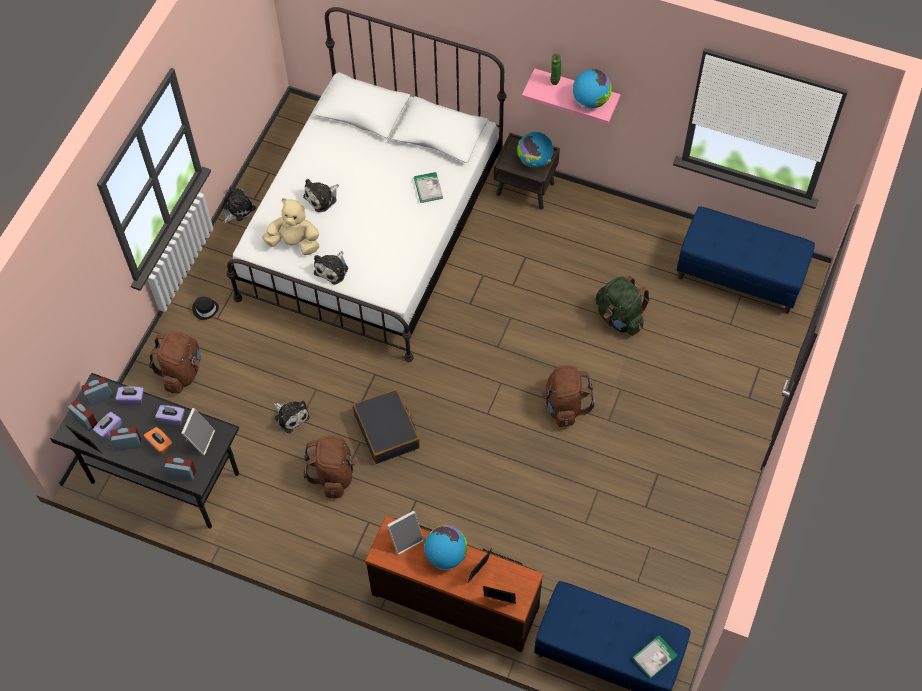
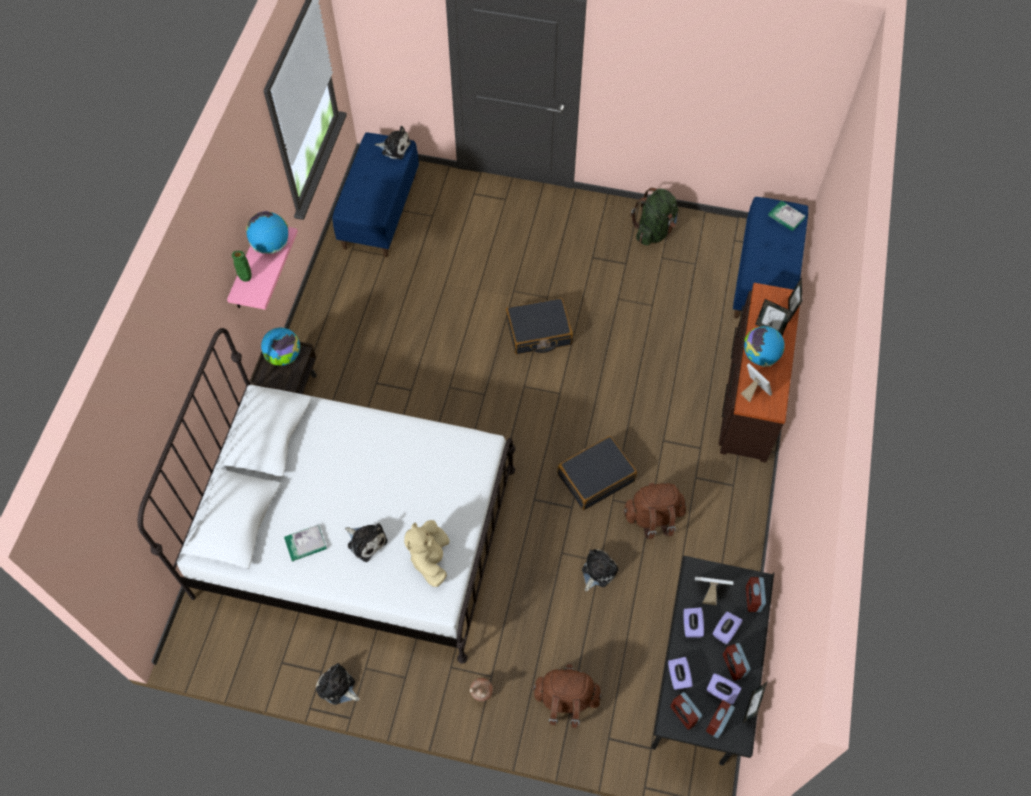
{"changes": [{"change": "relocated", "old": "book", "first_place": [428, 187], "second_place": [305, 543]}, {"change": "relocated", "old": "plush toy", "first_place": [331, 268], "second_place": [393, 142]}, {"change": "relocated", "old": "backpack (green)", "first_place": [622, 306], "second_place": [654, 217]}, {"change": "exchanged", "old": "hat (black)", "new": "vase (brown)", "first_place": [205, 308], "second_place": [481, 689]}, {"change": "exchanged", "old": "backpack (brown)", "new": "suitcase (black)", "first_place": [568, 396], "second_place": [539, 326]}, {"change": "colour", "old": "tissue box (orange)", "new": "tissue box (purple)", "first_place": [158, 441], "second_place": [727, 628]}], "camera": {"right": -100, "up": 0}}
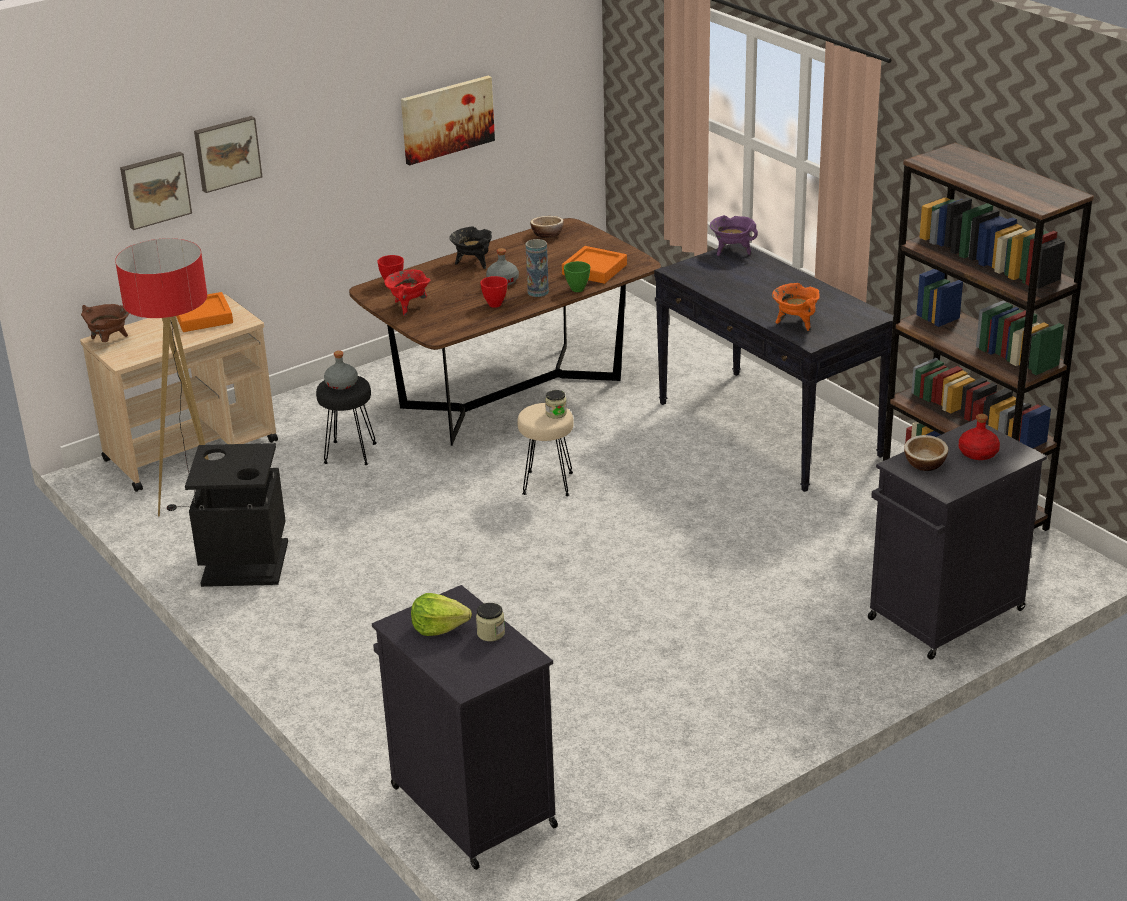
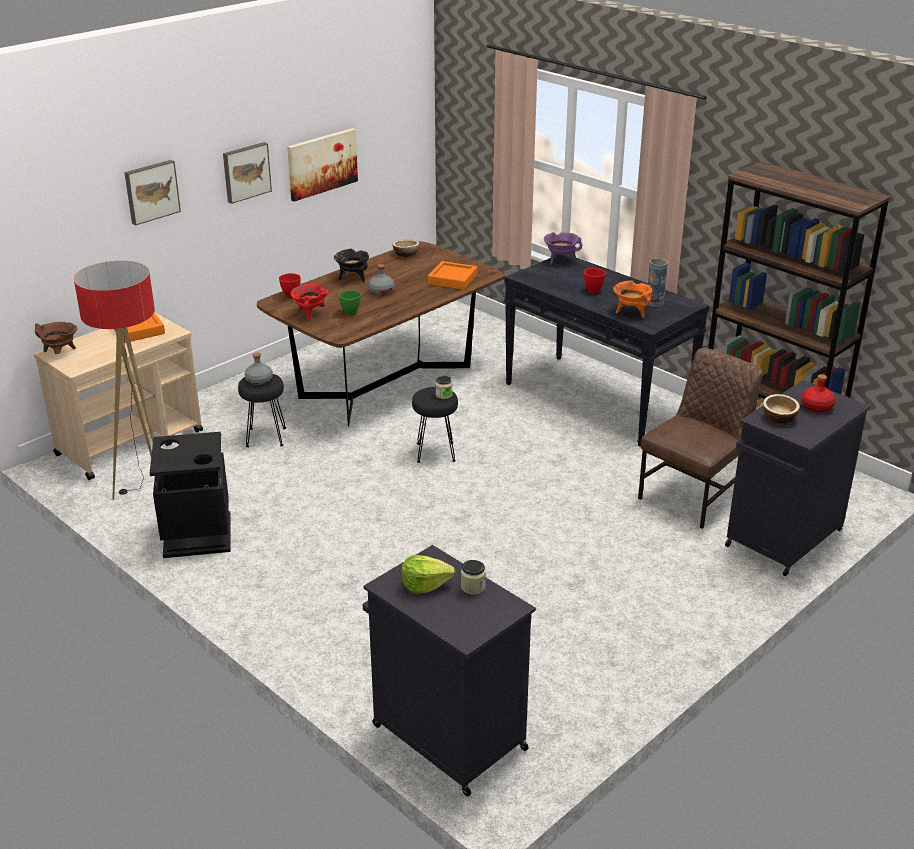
{"changes": [{"change": "relocated", "old": "picture", "first_place": [156, 191], "second_place": [247, 173]}, {"change": "relocated", "old": "vase", "first_place": [537, 268], "second_place": [657, 282]}, {"change": "relocated", "old": "bowl (green)", "first_place": [577, 276], "second_place": [350, 303]}, {"change": "relocated", "old": "bowl (red)", "first_place": [493, 292], "second_place": [595, 280]}, {"change": "colour", "old": "stool (beige)", "new": "stool (black)", "first_place": [545, 449], "second_place": [435, 425]}, {"change": "appeared", "new": "chair (brown)", "second_place": [700, 438]}], "camera": {"right": -10, "up": 0}}
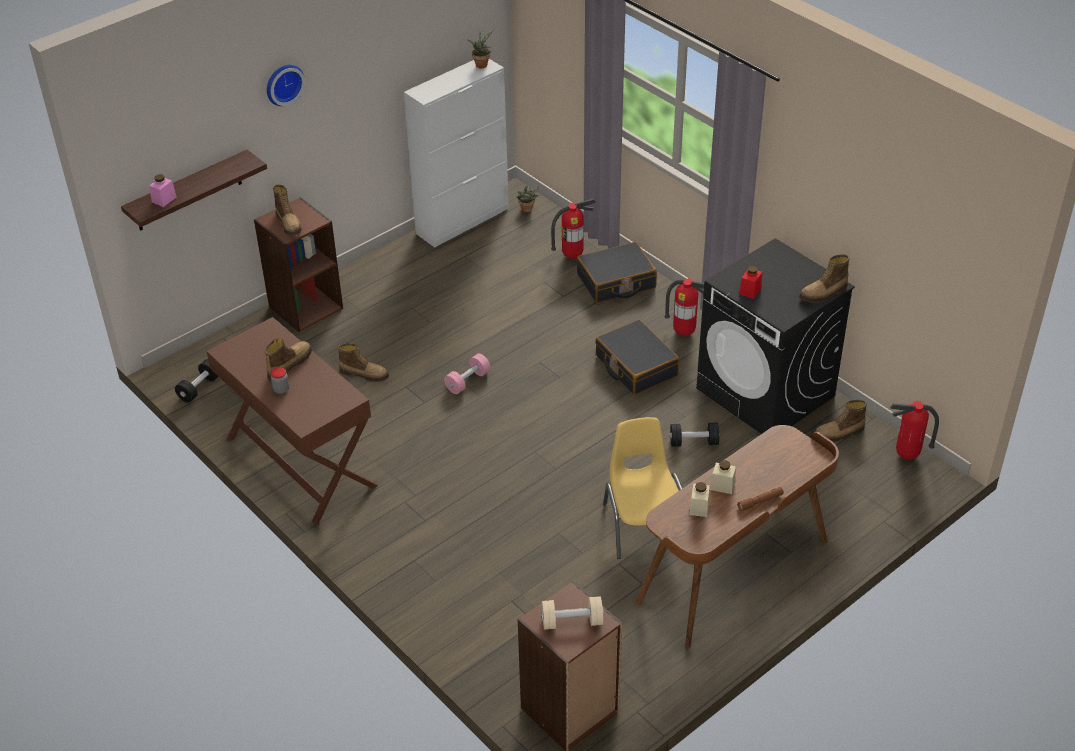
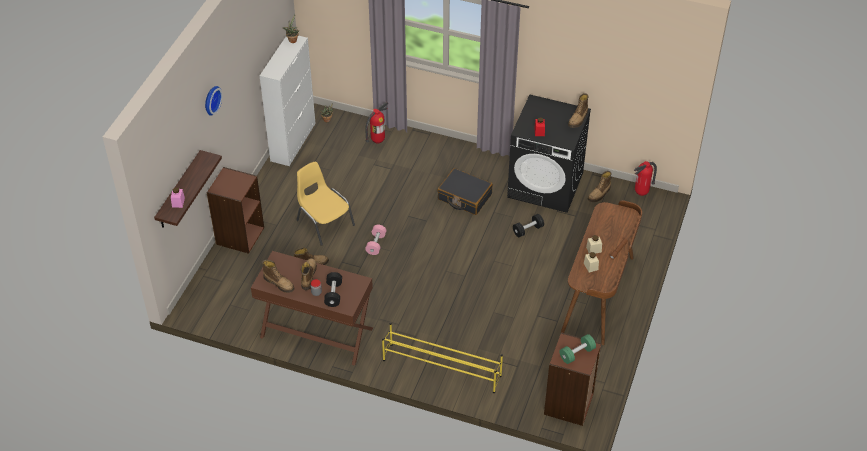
{"changes": [{"change": "relocated", "old": "boot", "first_place": [287, 210], "second_place": [278, 276]}, {"change": "missing", "old": "suitcase (black)", "first_place": [617, 272]}, {"change": "missing", "old": "fire extinguisher", "first_place": [684, 307]}, {"change": "relocated", "old": "dumbbell (black)", "first_place": [196, 381], "second_place": [333, 289]}, {"change": "relocated", "old": "chair (yellow)", "first_place": [642, 488], "second_place": [326, 203]}, {"change": "colour", "old": "dumbbell (beige)", "new": "dumbbell (green)", "first_place": [572, 613], "second_place": [578, 349]}, {"change": "appeared", "new": "shoe rack (yellow)", "second_place": [442, 358]}], "camera": {"right": -30, "up": 5}}
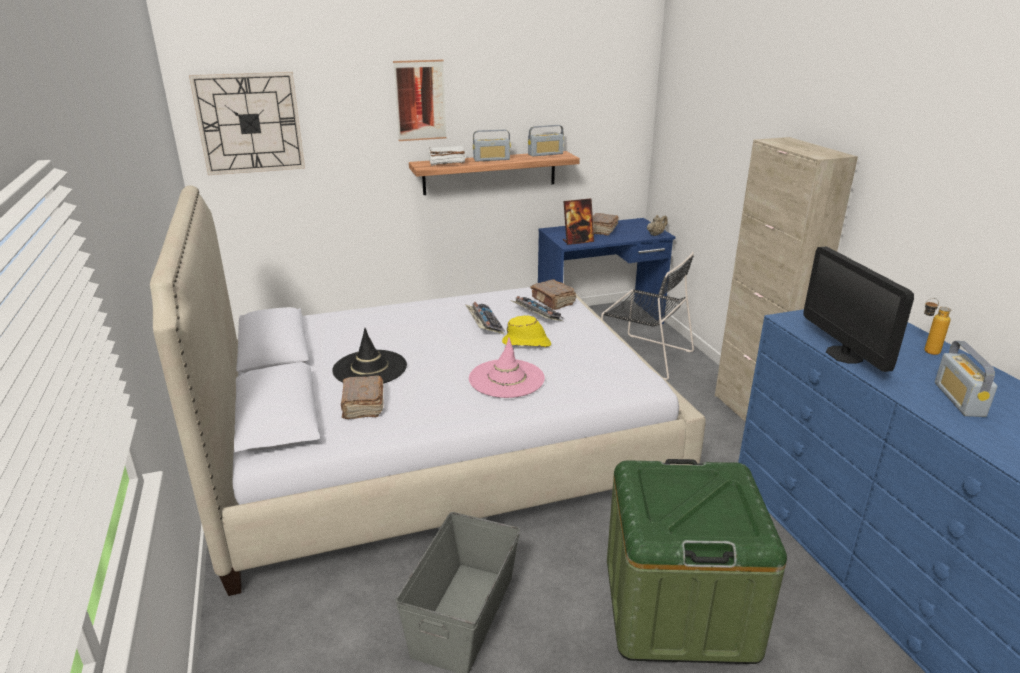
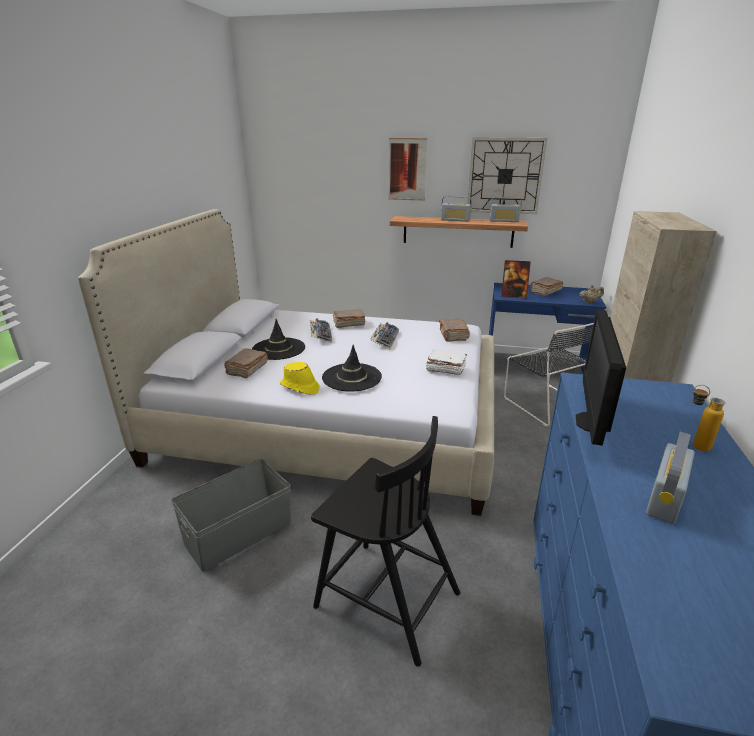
{"changes": [{"change": "relocated", "old": "wall clock", "first_place": [247, 123], "second_place": [507, 175]}, {"change": "relocated", "old": "book (white)", "first_place": [447, 156], "second_place": [446, 362]}, {"change": "relocated", "old": "keyboard", "first_place": [536, 308], "second_place": [321, 330]}, {"change": "relocated", "old": "hat (yellow)", "first_place": [526, 331], "second_place": [299, 378]}, {"change": "colour", "old": "hat (pink)", "new": "hat (black)", "first_place": [507, 368], "second_place": [352, 368]}, {"change": "exchanged", "old": "storage box (green)", "new": "chair (black)", "first_place": [697, 561], "second_place": [385, 541]}, {"change": "appeared", "new": "book (brown)", "second_place": [349, 318]}], "camera": {"right": 30, "up": 0}}
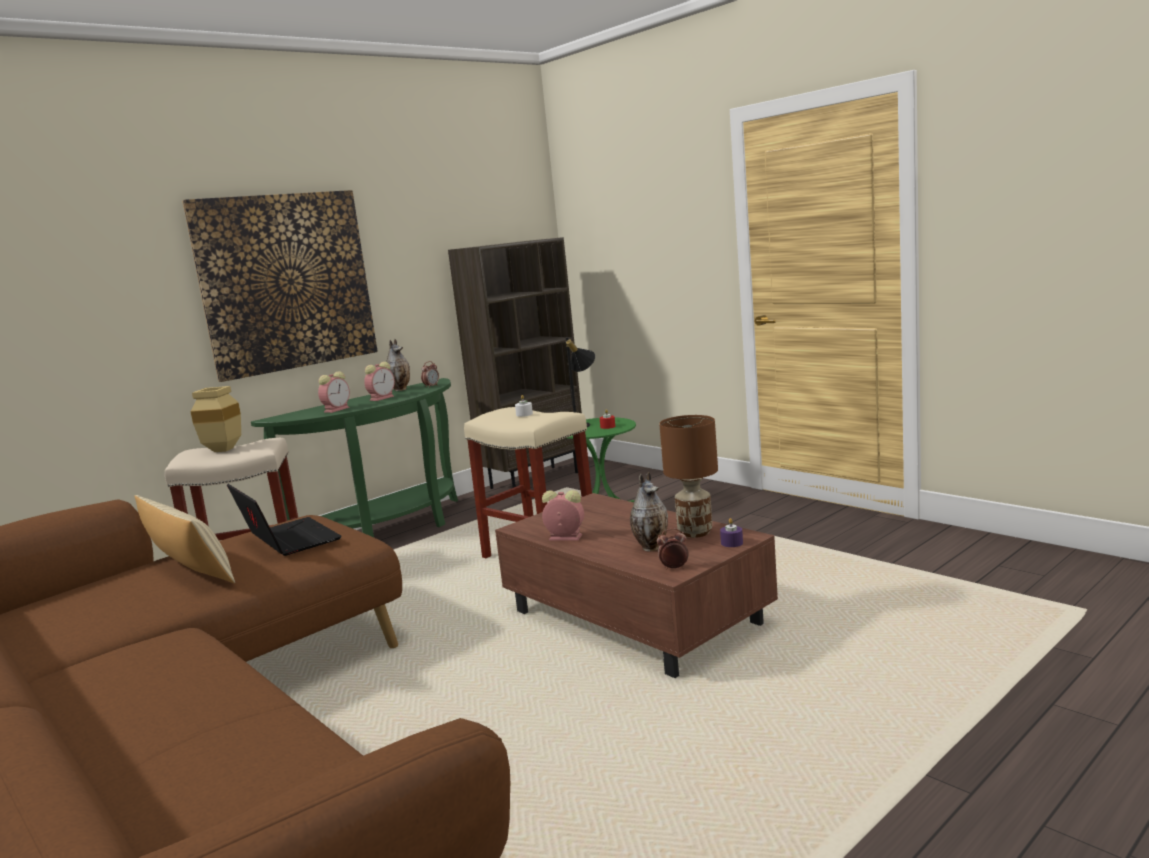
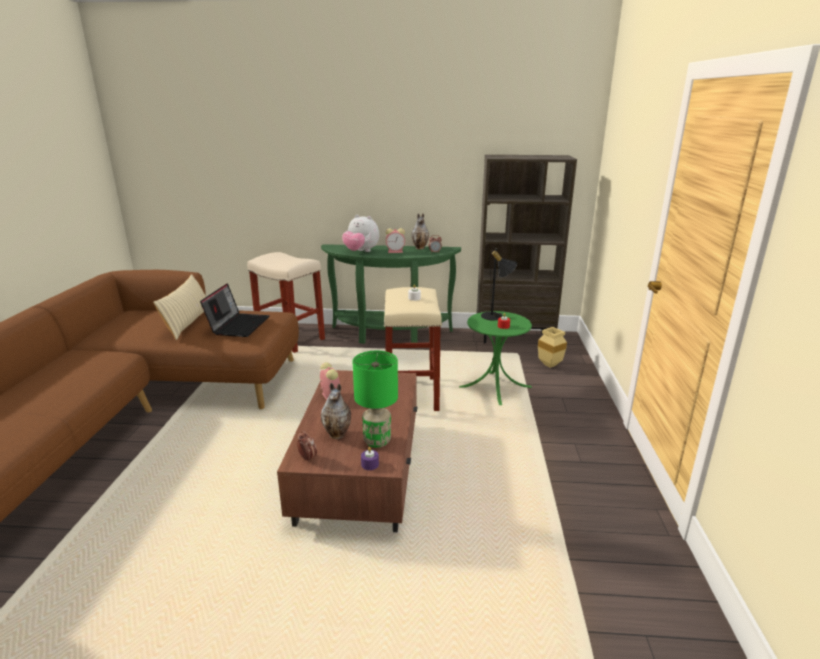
{"changes": [{"change": "missing", "old": "picture", "first_place": [280, 286]}, {"change": "exchanged", "old": "alarm clock", "new": "plush toy", "first_place": [334, 392], "second_place": [360, 233]}, {"change": "relocated", "old": "vase (beige)", "first_place": [215, 419], "second_place": [552, 347]}, {"change": "colour", "old": "table lamp (brown)", "new": "table lamp (green)", "first_place": [688, 476], "second_place": [375, 399]}], "camera": {"right": 45, "up": 10}}
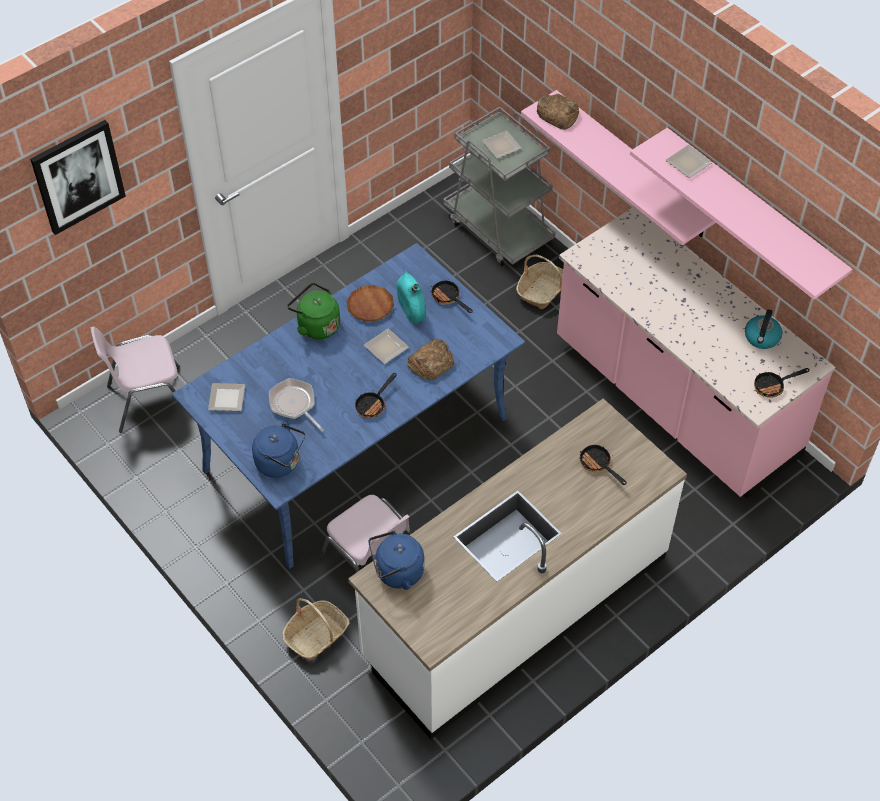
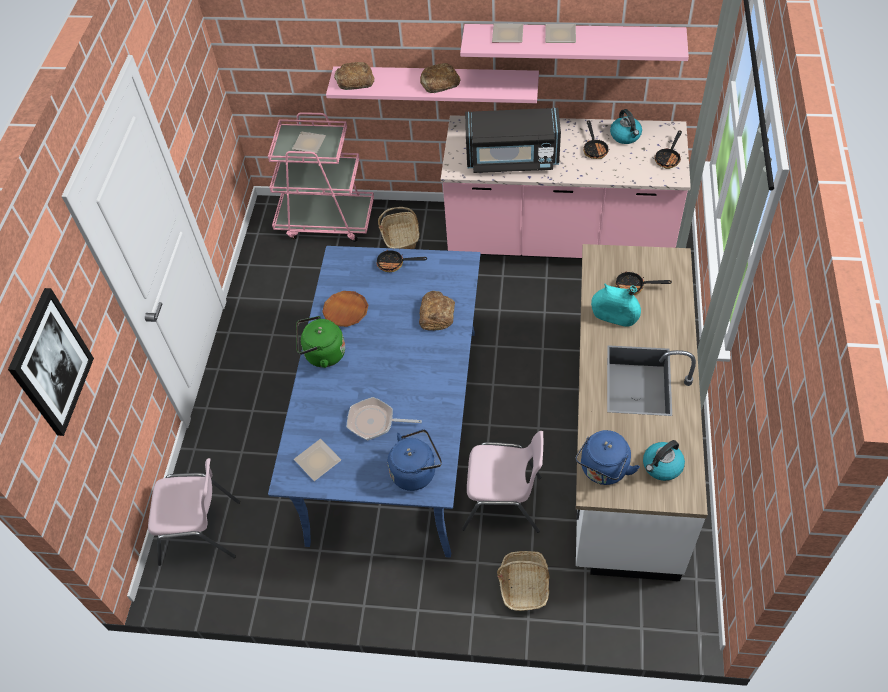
{"changes": [{"change": "colour", "old": "cart (grey)", "new": "cart (pink)", "first_place": [499, 186], "second_place": [321, 177]}, {"change": "relocated", "old": "vase (turquoise)", "first_place": [411, 296], "second_place": [616, 305]}, {"change": "spun", "old": "chair (pink)", "first_place": [135, 379], "second_place": [194, 512], "degrees": -120}, {"change": "relocated", "old": "plate", "first_place": [386, 346], "second_place": [560, 33]}, {"change": "relocated", "old": "frying pan", "first_place": [376, 395], "second_place": [595, 140]}, {"change": "appeared", "new": "bread", "second_place": [440, 78]}, {"change": "appeared", "new": "microwave (black)", "second_place": [513, 140]}, {"change": "appeared", "new": "kettle", "second_place": [664, 460]}], "camera": {"right": -40, "up": 0}}
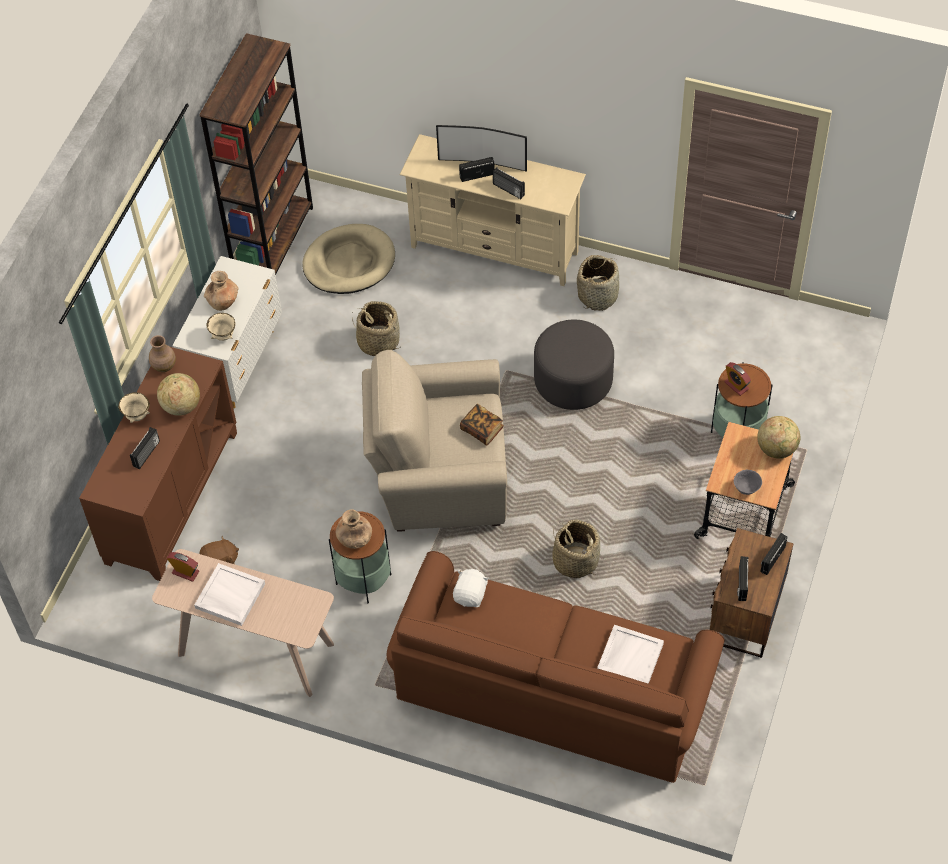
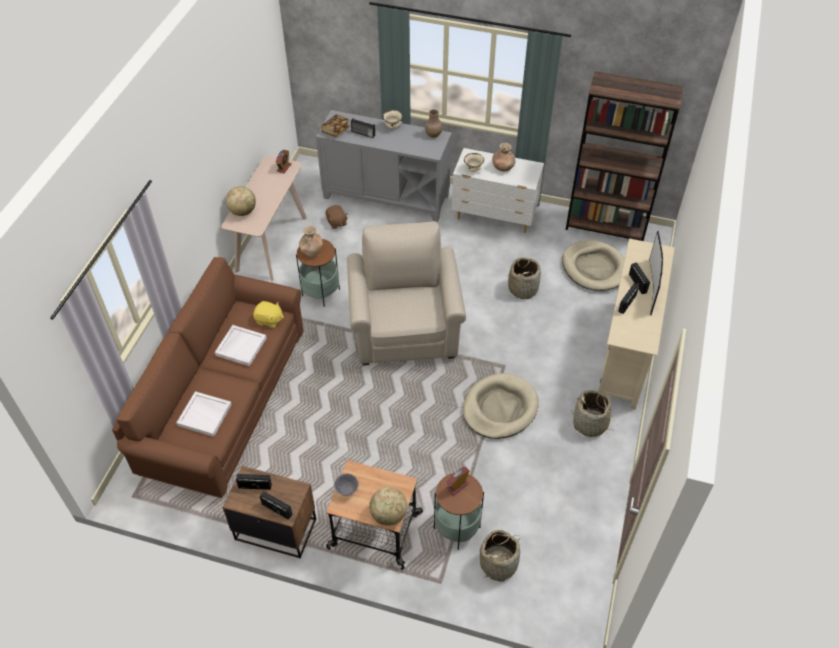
{"changes": [{"change": "exchanged", "old": "ottoman (grey)", "new": "dog bed (beige)", "first_place": [574, 365], "second_place": [501, 406]}, {"change": "colour", "old": "cabinet (brown)", "new": "cabinet (grey)", "first_place": [158, 464], "second_place": [384, 166]}, {"change": "relocated", "old": "globe", "first_place": [178, 394], "second_place": [241, 201]}, {"change": "relocated", "old": "book", "first_place": [482, 425], "second_place": [335, 125]}, {"change": "relocated", "old": "basket", "first_place": [576, 549], "second_place": [500, 555]}, {"change": "relocated", "old": "tray (white)", "first_place": [229, 594], "second_place": [241, 345]}, {"change": "colour", "old": "plush toy (white)", "new": "plush toy (yellow)", "first_place": [471, 588], "second_place": [268, 314]}], "camera": {"right": 85, "up": -5}}
